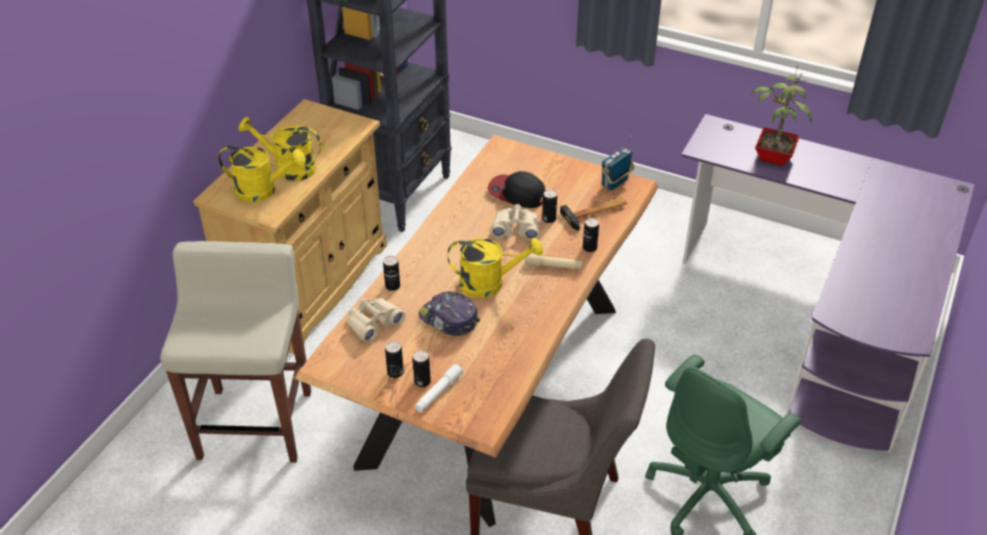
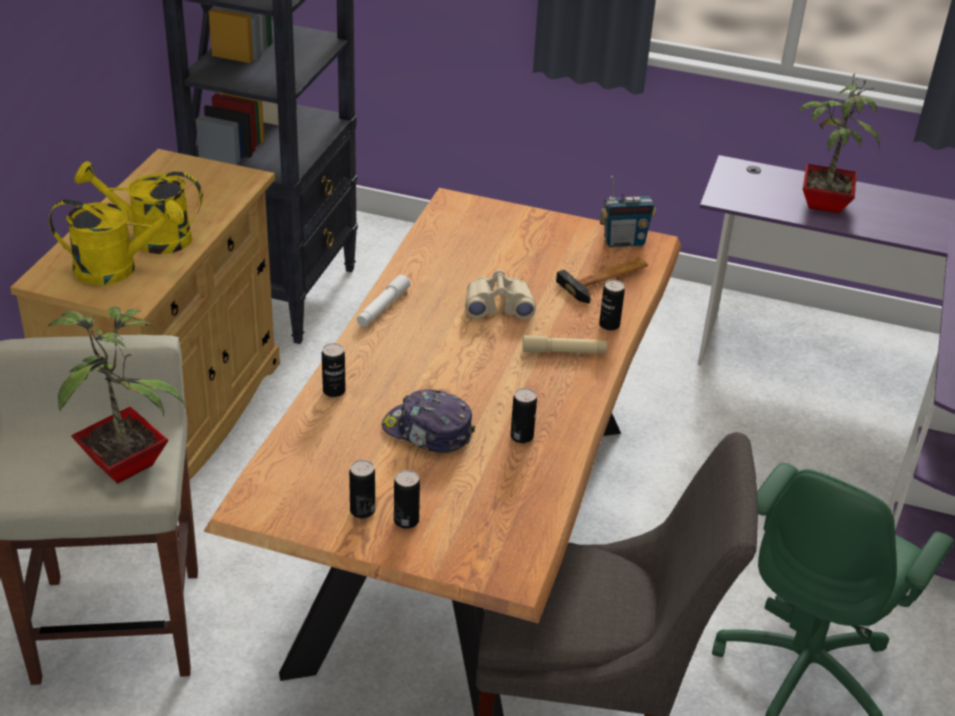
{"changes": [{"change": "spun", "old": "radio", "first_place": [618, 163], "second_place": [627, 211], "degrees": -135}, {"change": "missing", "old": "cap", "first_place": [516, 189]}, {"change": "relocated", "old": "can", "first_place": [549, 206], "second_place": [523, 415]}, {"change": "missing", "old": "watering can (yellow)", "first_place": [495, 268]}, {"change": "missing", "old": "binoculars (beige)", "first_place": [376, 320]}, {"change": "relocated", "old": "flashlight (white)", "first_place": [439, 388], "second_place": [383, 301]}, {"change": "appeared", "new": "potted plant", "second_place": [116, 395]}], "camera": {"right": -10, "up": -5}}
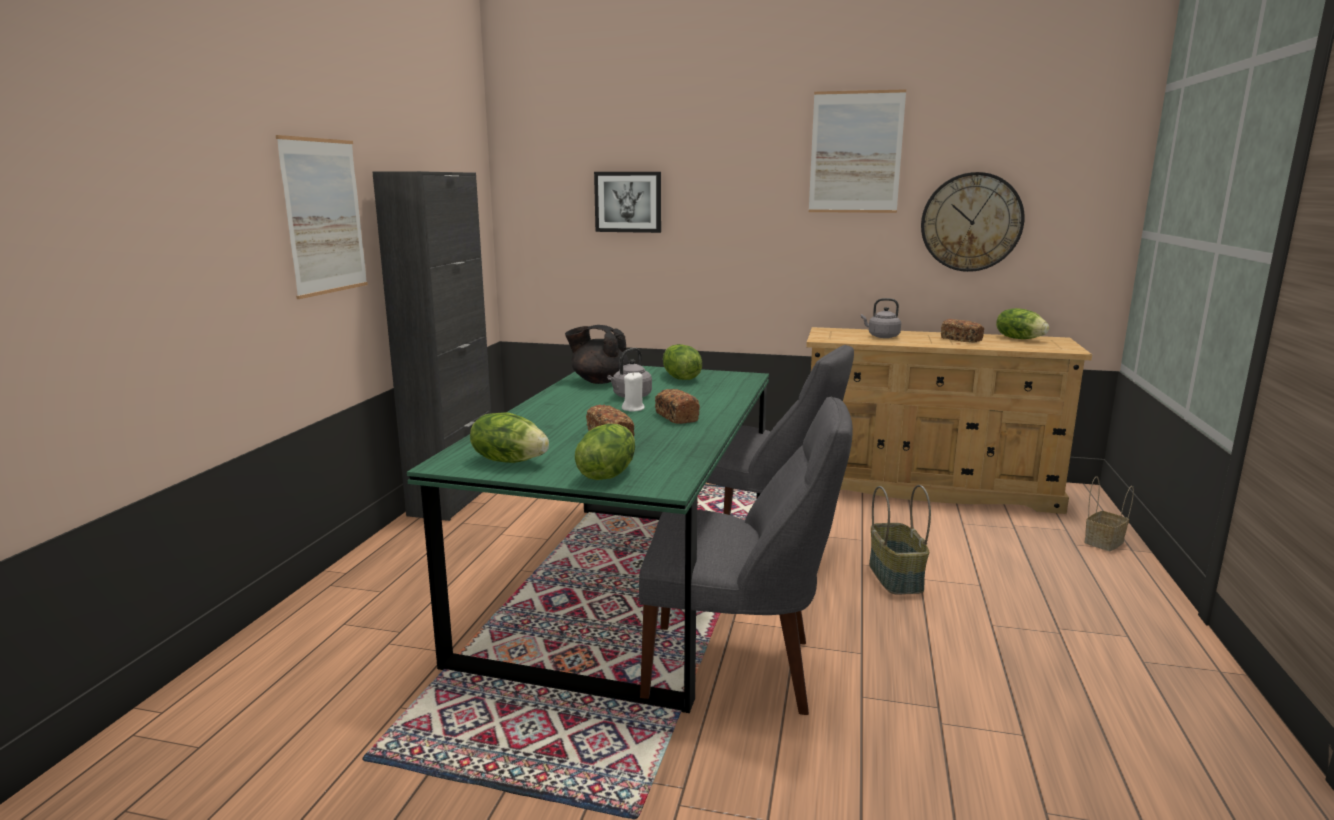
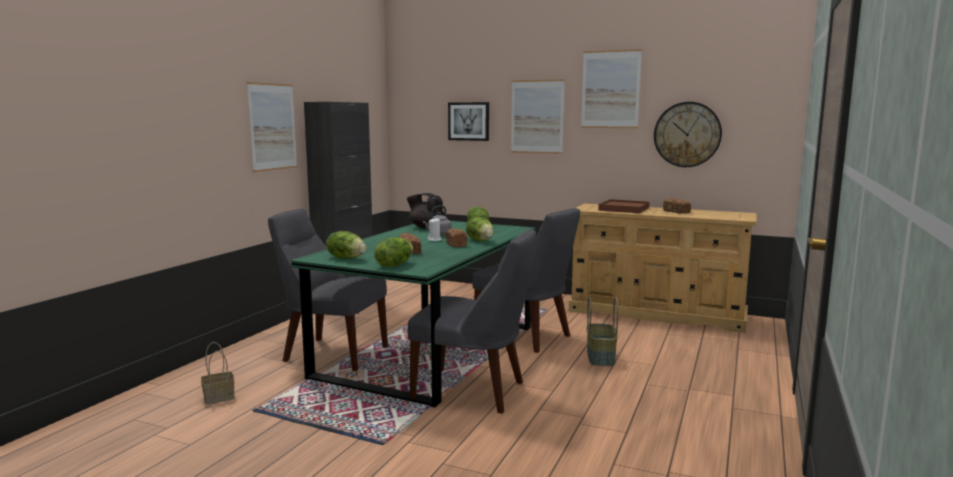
{"changes": [{"change": "exchanged", "old": "kettle (grey)", "new": "tray (brown)", "first_place": [881, 318], "second_place": [624, 206]}, {"change": "relocated", "old": "lettuce", "first_place": [1022, 323], "second_place": [479, 229]}, {"change": "relocated", "old": "basket", "first_place": [1109, 513], "second_place": [218, 373]}, {"change": "appeared", "new": "picture", "second_place": [538, 116]}, {"change": "appeared", "new": "chair (grey)", "second_place": [328, 290]}], "camera": {"right": 10, "up": -5}}
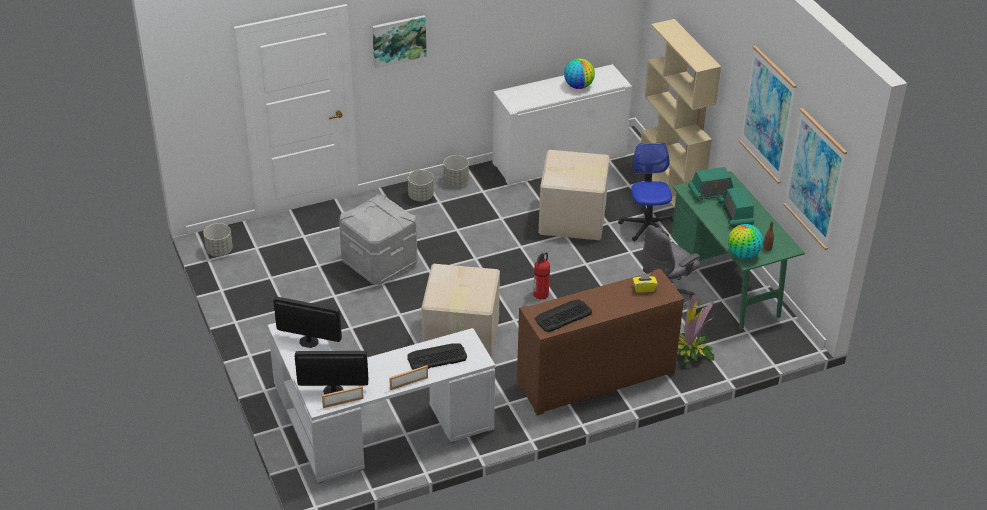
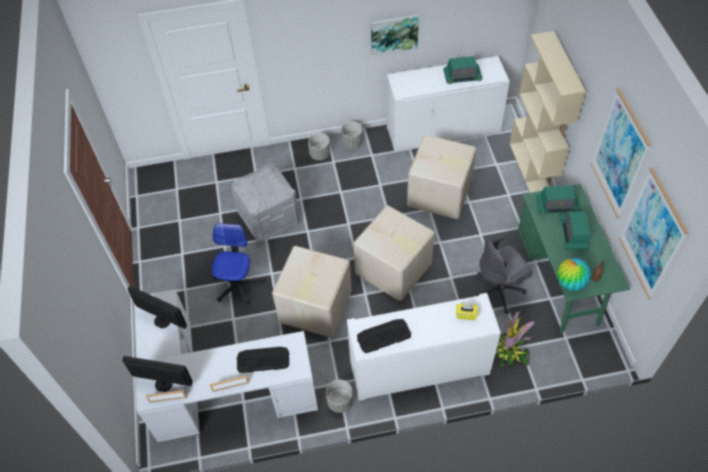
{"changes": [{"change": "relocated", "old": "picture", "first_place": [399, 41], "second_place": [395, 35]}, {"change": "exchanged", "old": "globe", "new": "radio", "first_place": [579, 73], "second_place": [462, 70]}, {"change": "relocated", "old": "office chair", "first_place": [646, 192], "second_place": [238, 263]}, {"change": "relocated", "old": "planter (grey)", "first_place": [218, 240], "second_place": [339, 396]}, {"change": "exchanged", "old": "fire extinguisher", "new": "cardboard box", "first_place": [541, 275], "second_place": [394, 253]}, {"change": "colour", "old": "cabinet (brown)", "new": "cabinet (white)", "first_place": [600, 342], "second_place": [424, 347]}], "camera": {"right": 15, "up": 15}}
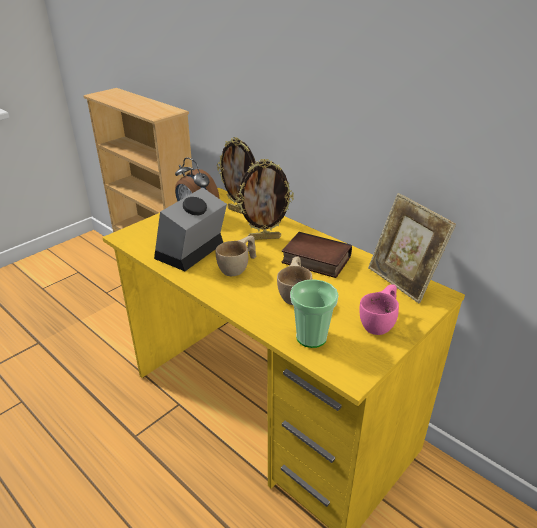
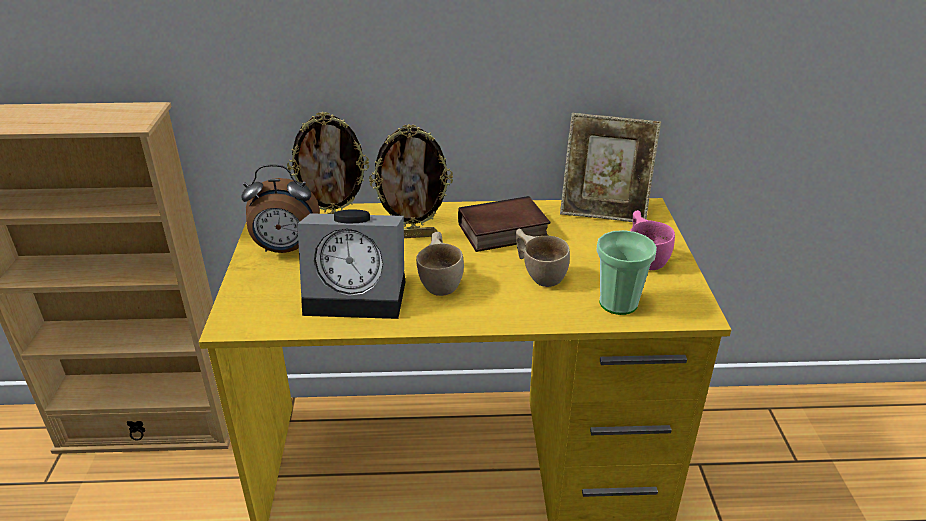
{"changes": [{"change": "spun", "old": "picture frame", "first_place": [264, 199], "second_place": [411, 181], "degrees": 45}, {"change": "spun", "old": "alarm clock", "first_place": [190, 229], "second_place": [352, 264], "degrees": -75}], "camera": {"right": -45, "up": 0}}
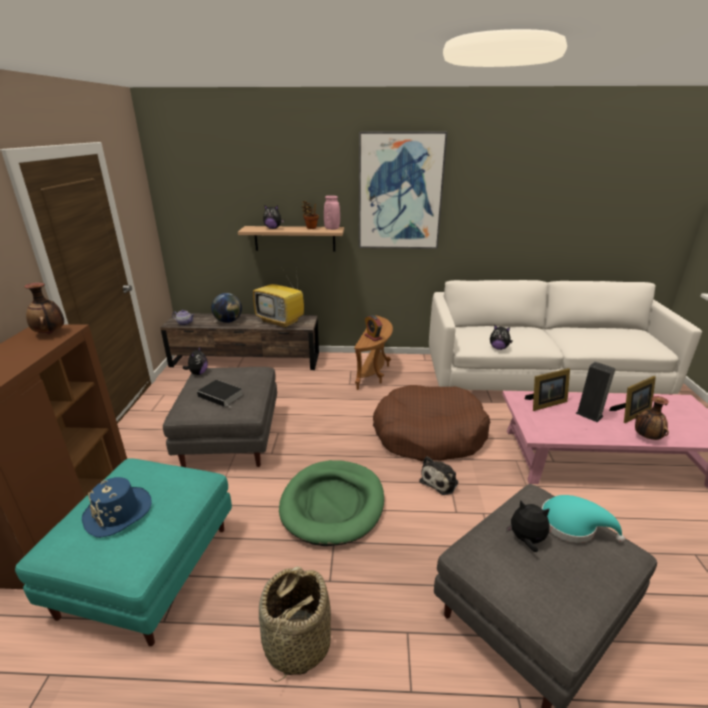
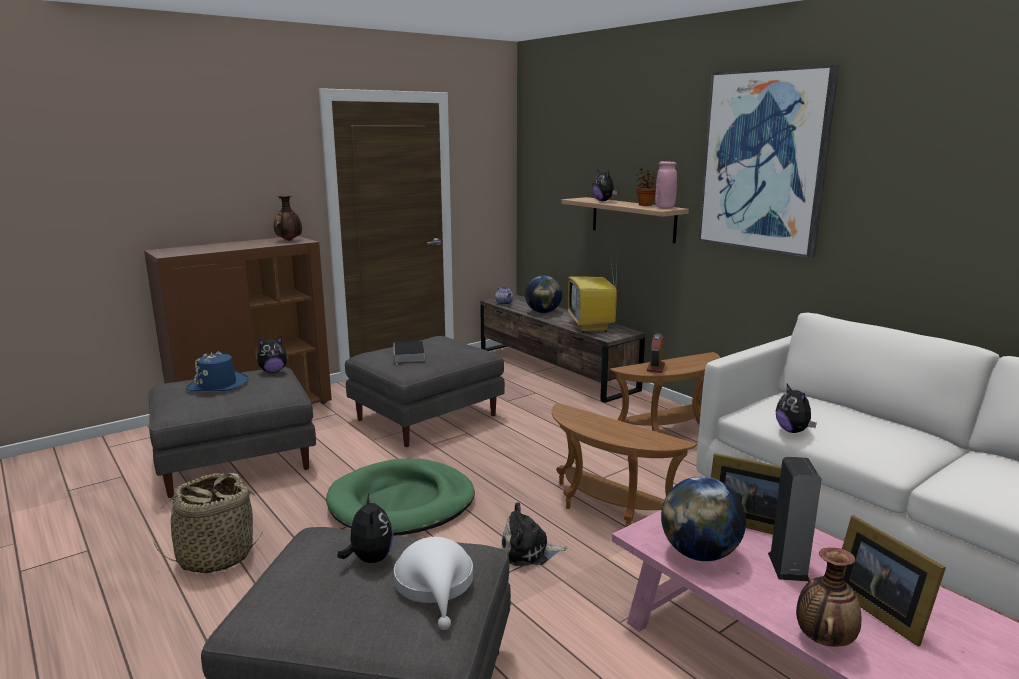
{"changes": [{"change": "relocated", "old": "plush toy", "first_place": [195, 361], "second_place": [272, 355]}, {"change": "spun", "old": "picture frame", "first_place": [632, 399], "second_place": [894, 581], "degrees": 45}, {"change": "exchanged", "old": "dog bed (brown)", "new": "side table (brown)", "first_place": [431, 423], "second_place": [624, 465]}, {"change": "colour", "old": "ottoman (turquoise)", "new": "ottoman (grey)", "first_place": [123, 552], "second_place": [232, 432]}, {"change": "colour", "old": "hat (turquoise)", "new": "hat (white)", "first_place": [583, 519], "second_place": [433, 583]}, {"change": "appeared", "new": "globe", "second_place": [703, 518]}], "camera": {"right": 50, "up": -10}}
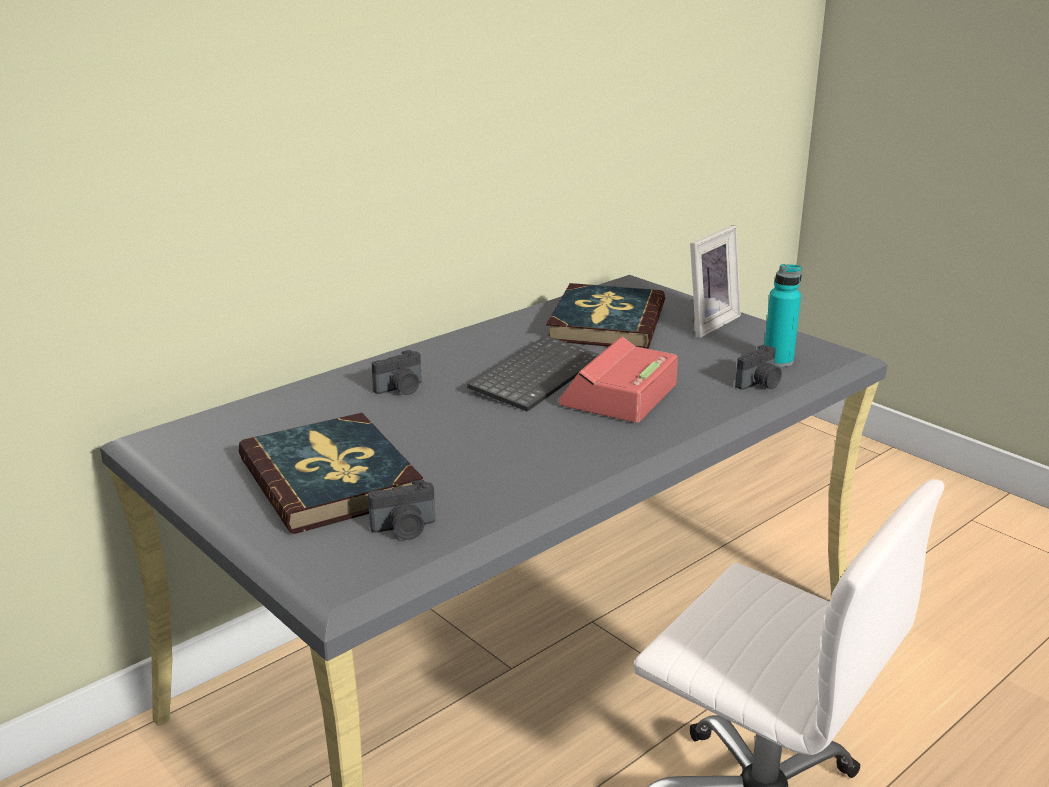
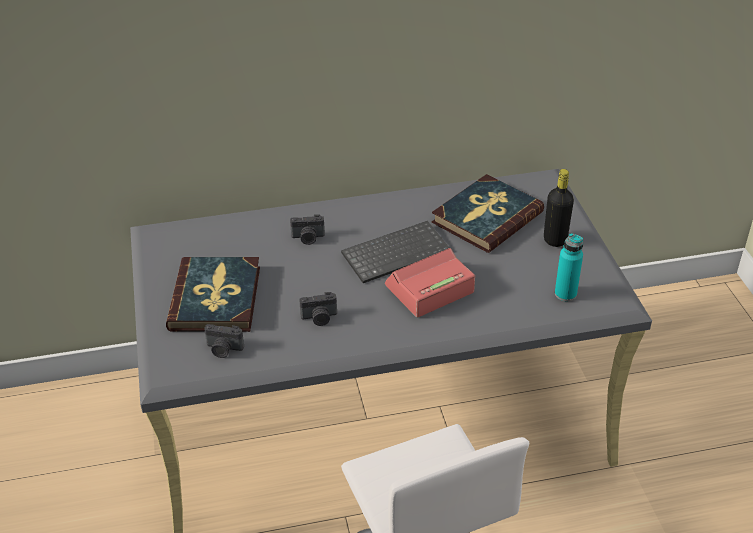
{"changes": [{"change": "exchanged", "old": "picture frame", "new": "bottle (black)", "first_place": [715, 282], "second_place": [559, 208]}, {"change": "relocated", "old": "photo camera", "first_place": [758, 367], "second_place": [318, 309]}], "camera": {"right": 30, "up": 15}}
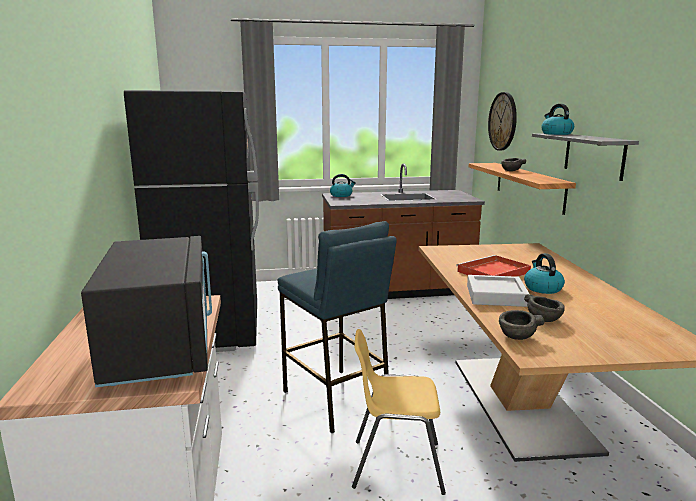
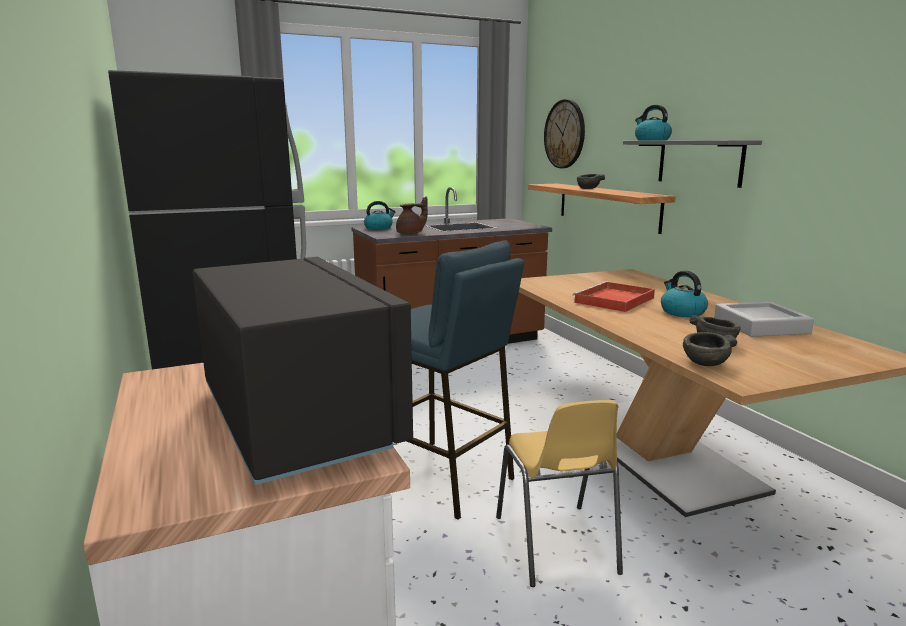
{"changes": [{"change": "relocated", "old": "tray (grey)", "first_place": [498, 291], "second_place": [764, 319]}, {"change": "spun", "old": "chair (yellow)", "first_place": [399, 412], "second_place": [559, 493], "degrees": -90}, {"change": "appeared", "new": "teapot (brown)", "second_place": [412, 215]}], "camera": {"right": -15, "up": 0}}
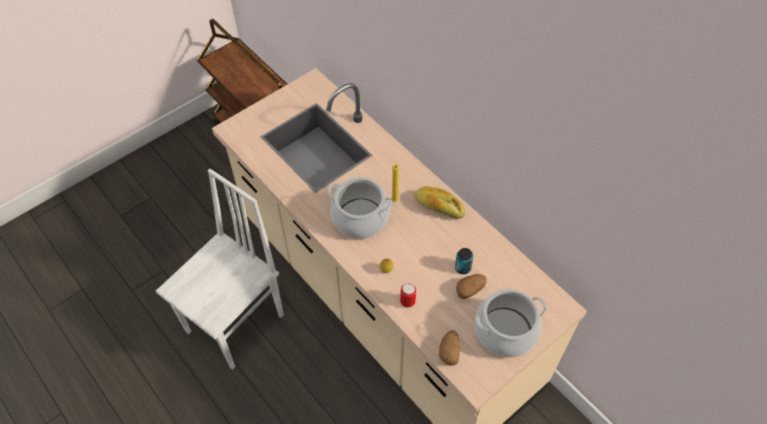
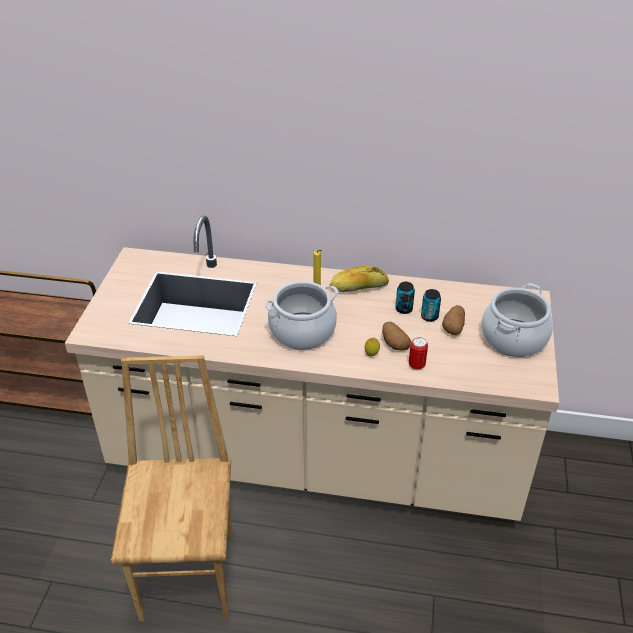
{"changes": [{"change": "colour", "old": "chair (white)", "new": "chair (brown)", "first_place": [220, 269], "second_place": [172, 488]}, {"change": "relocated", "old": "potato", "first_place": [449, 348], "second_place": [396, 336]}, {"change": "appeared", "new": "can", "second_place": [405, 298]}], "camera": {"right": -40, "up": -15}}
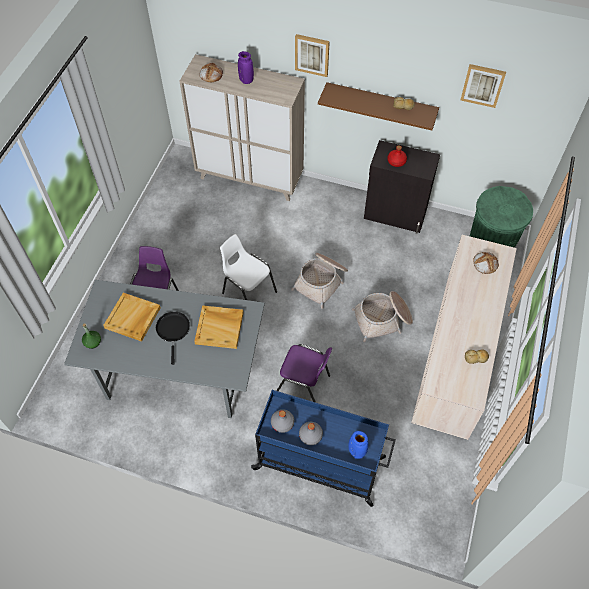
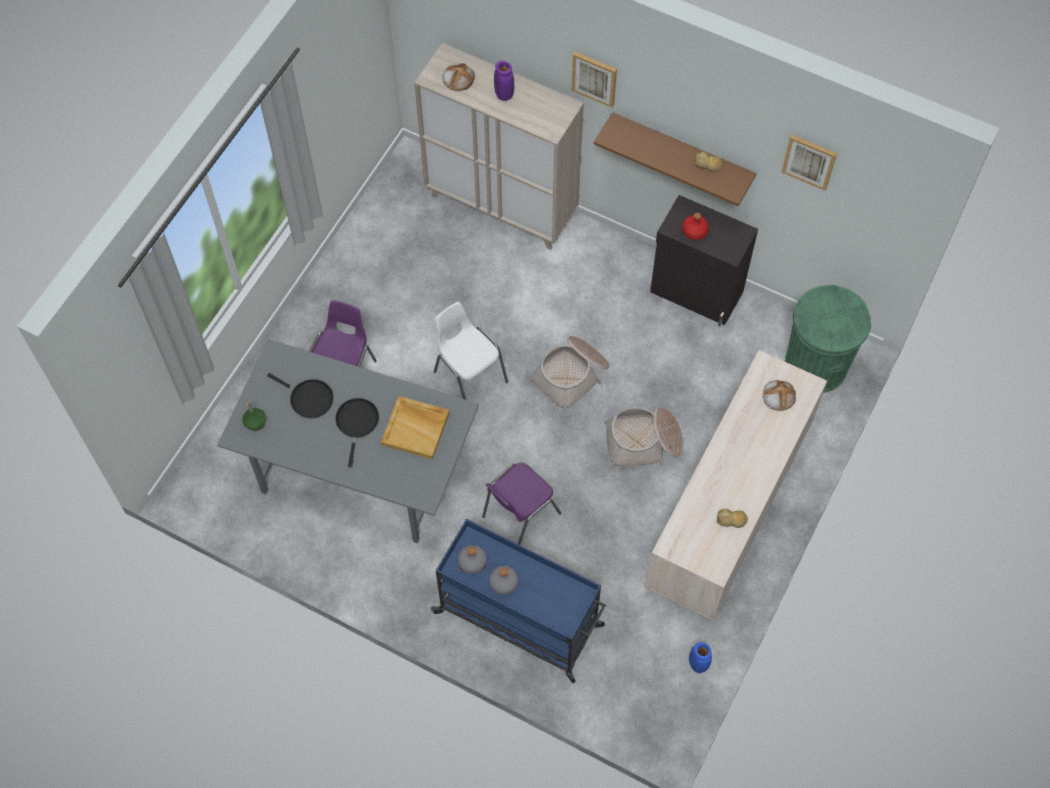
{"changes": [{"change": "exchanged", "old": "tray (beige)", "new": "frying pan (black)", "first_place": [132, 317], "second_place": [300, 395]}, {"change": "spun", "old": "chair (purple)", "first_place": [304, 373], "second_place": [521, 503], "degrees": 105}, {"change": "relocated", "old": "vase (blue)", "first_place": [358, 445], "second_place": [700, 657]}], "camera": {"right": 10, "up": 5}}
